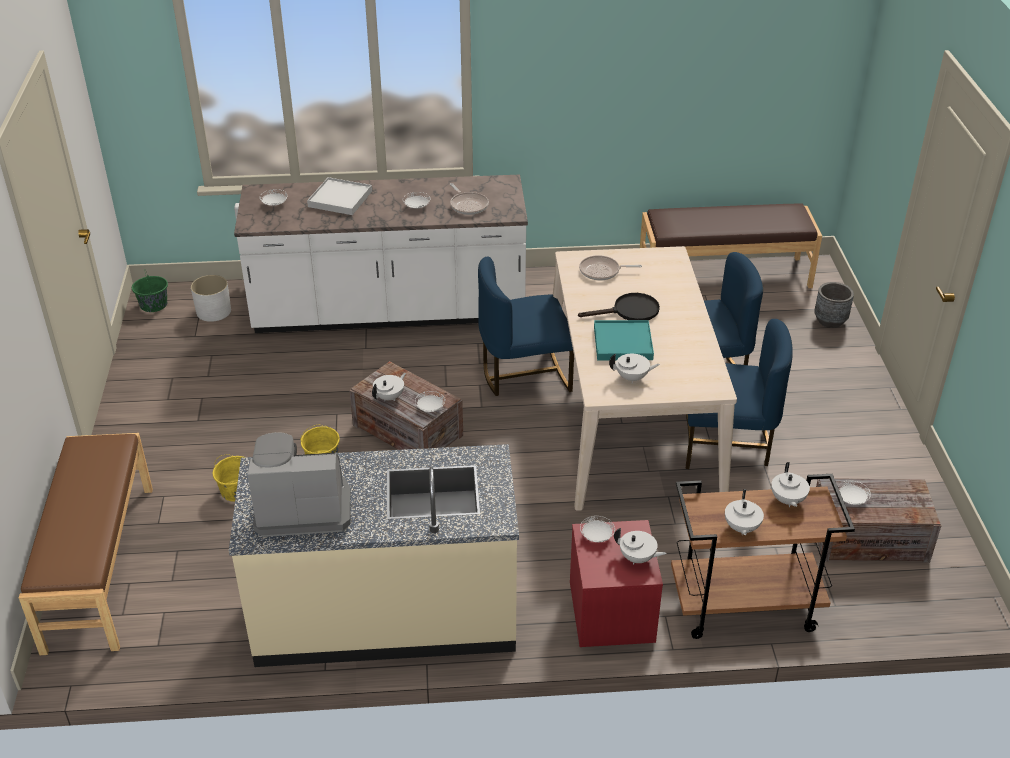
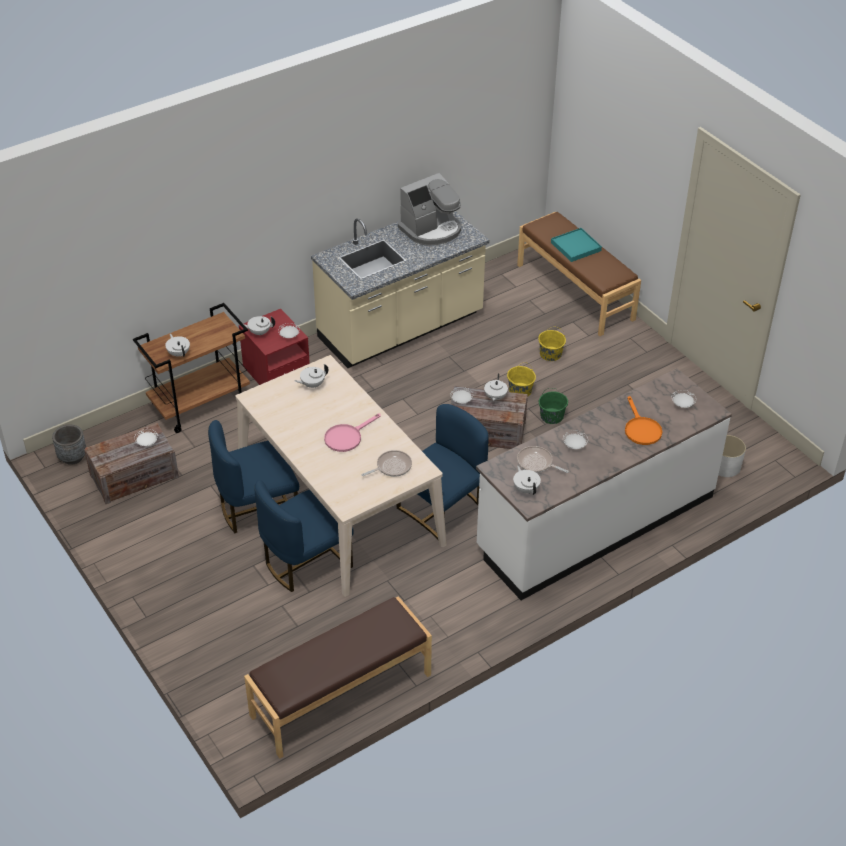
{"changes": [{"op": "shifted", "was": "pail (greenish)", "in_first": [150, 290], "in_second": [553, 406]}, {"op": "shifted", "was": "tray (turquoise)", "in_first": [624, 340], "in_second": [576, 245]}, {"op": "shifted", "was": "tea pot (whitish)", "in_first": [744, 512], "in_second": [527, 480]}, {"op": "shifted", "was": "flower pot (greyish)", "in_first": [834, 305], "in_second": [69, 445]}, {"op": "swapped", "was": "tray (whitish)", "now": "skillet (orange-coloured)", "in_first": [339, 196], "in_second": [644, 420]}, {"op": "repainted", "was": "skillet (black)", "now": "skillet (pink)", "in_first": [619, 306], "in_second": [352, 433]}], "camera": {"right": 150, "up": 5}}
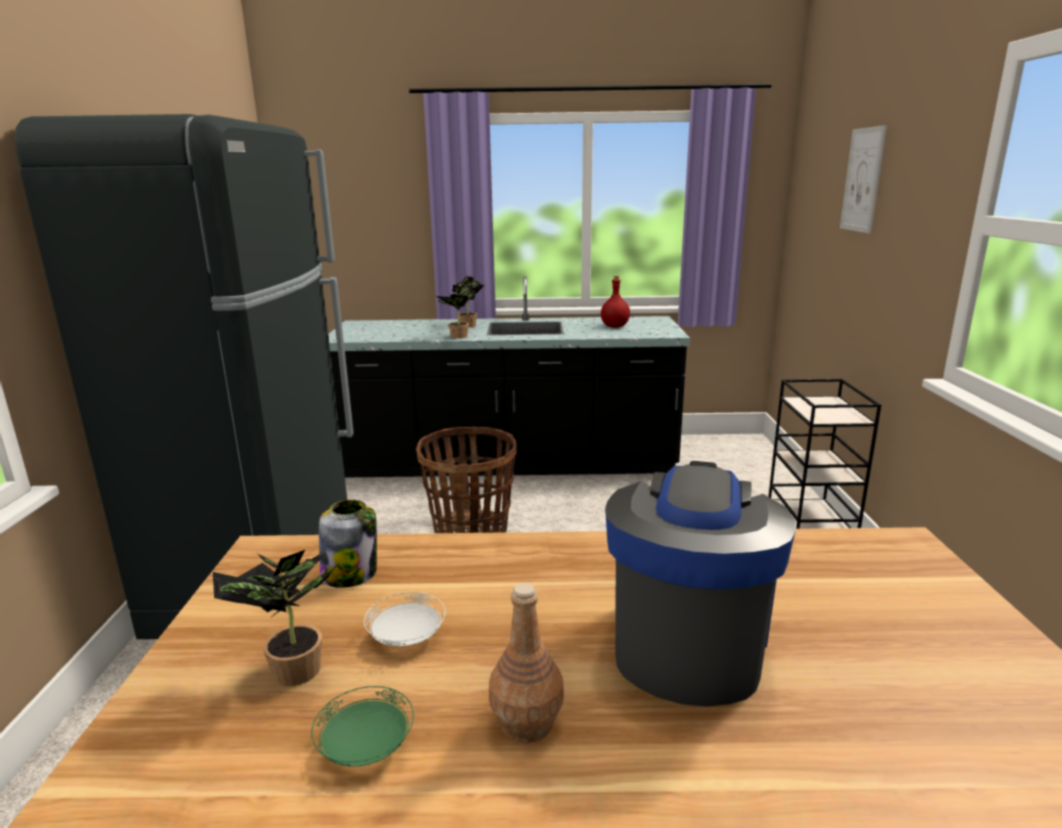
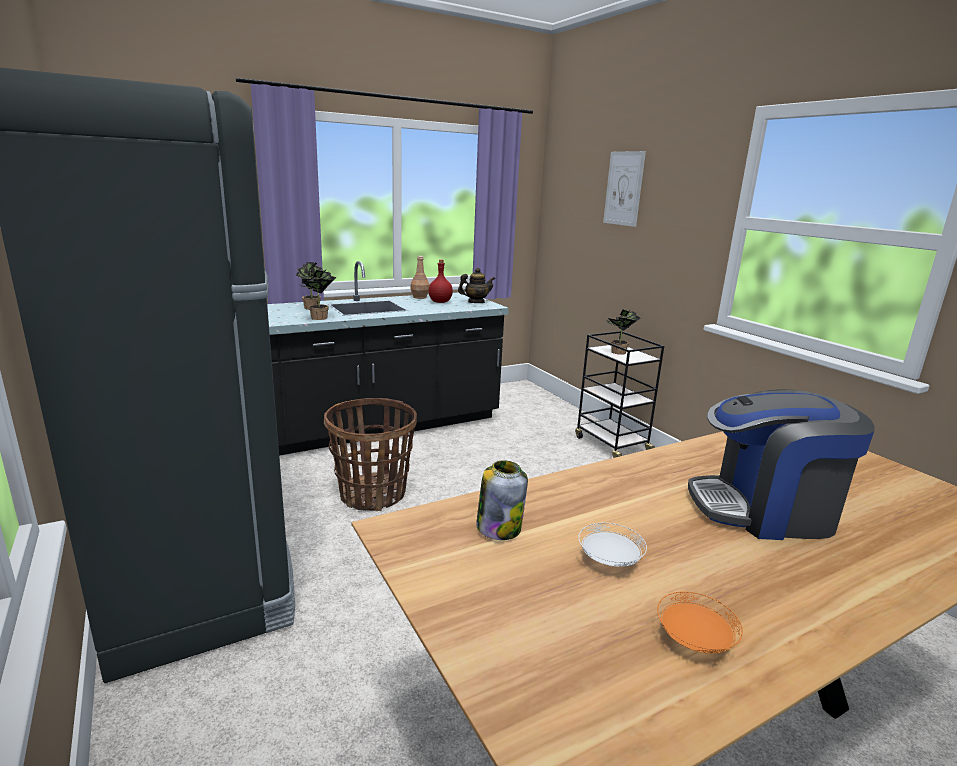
{"changes": [{"op": "new", "now": "tea pot", "in_second": [476, 285]}, {"op": "shifted", "was": "potted plant", "in_first": [276, 618], "in_second": [623, 332]}, {"op": "shifted", "was": "beverage bottle (brown-coloured)", "in_first": [526, 663], "in_second": [420, 277]}, {"op": "repainted", "was": "flat dish (greenish)", "now": "flat dish (orange-coloured)", "in_first": [362, 726], "in_second": [700, 623]}, {"op": "rotated", "was": "coffee machine", "in_first": [700, 584], "in_second": [781, 464], "clockwise": -75}], "camera": {"right": -30, "up": 0}}
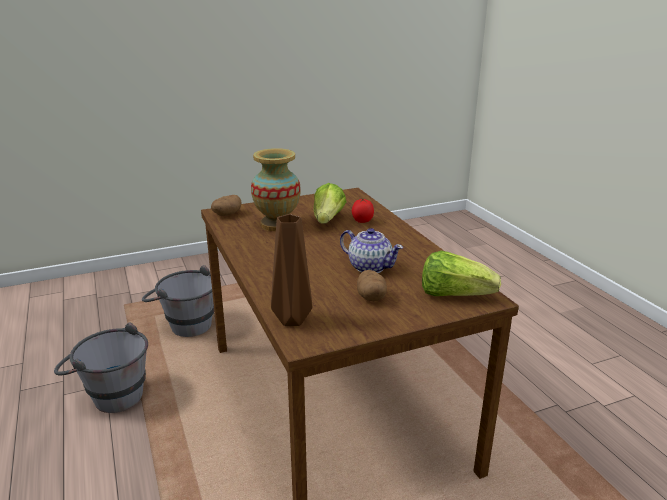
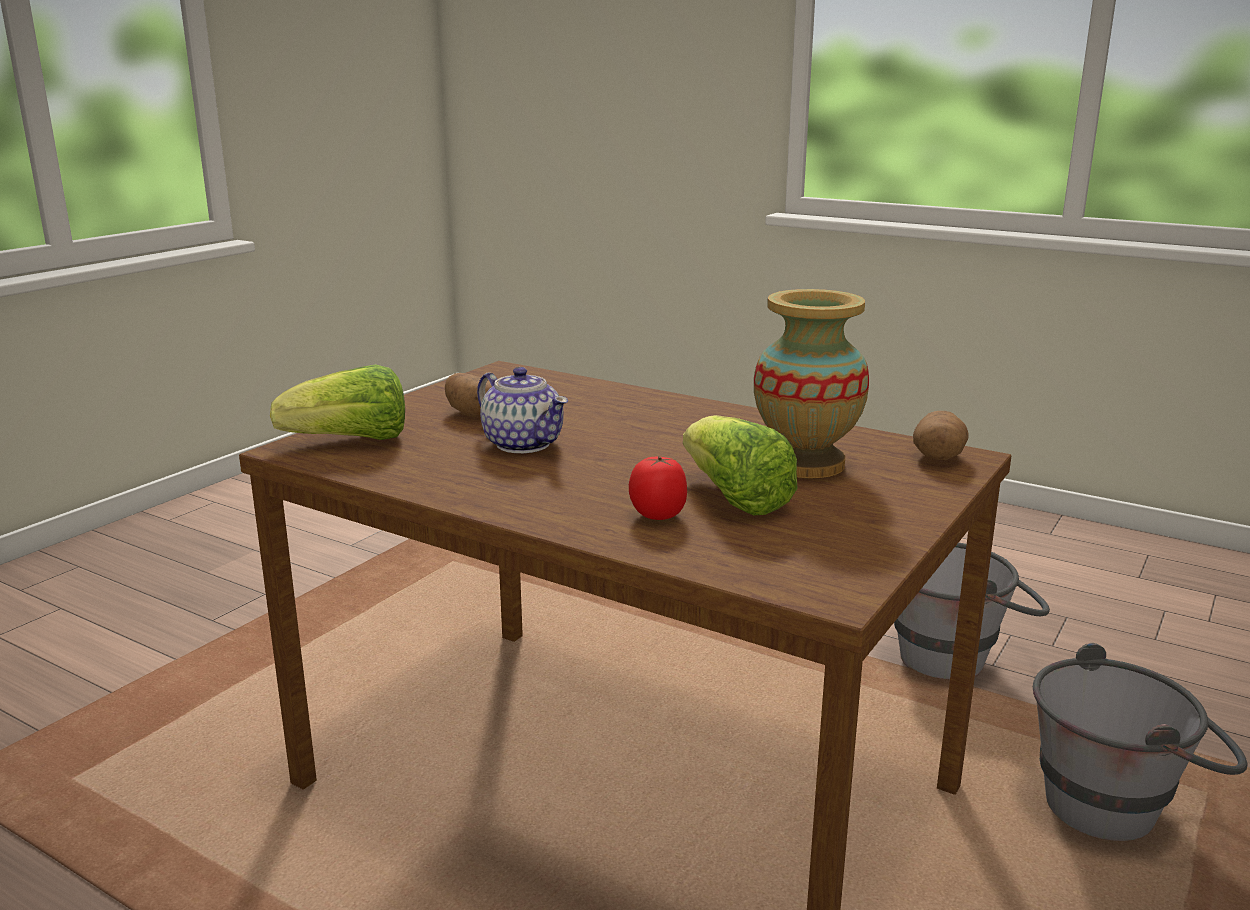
{"changes": [{"op": "gone", "was": "vase (brown-coloured)", "in_first": [291, 270]}, {"op": "rotated", "was": "tea pot", "in_first": [371, 250], "in_second": [522, 410], "clockwise": -135}], "camera": {"right": 145, "up": -5}}
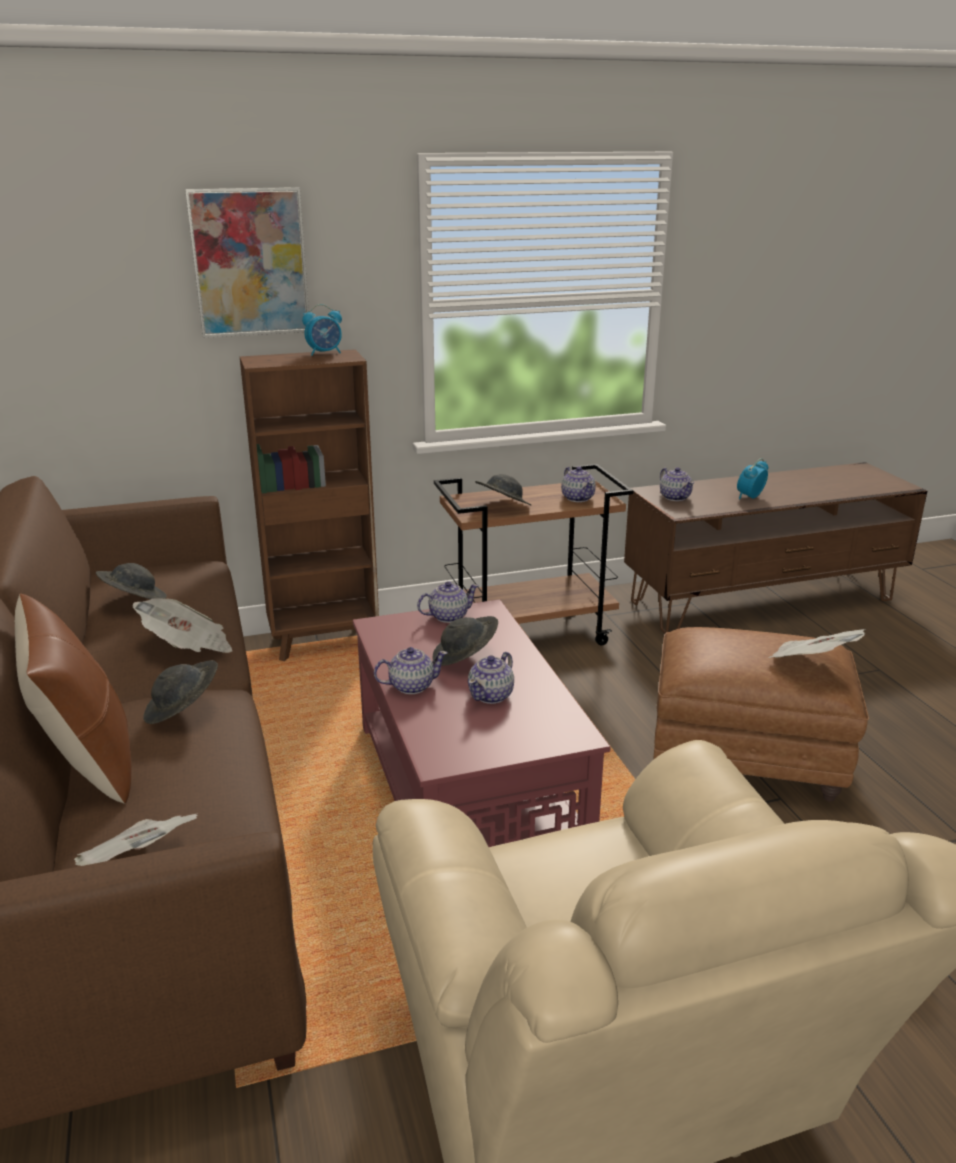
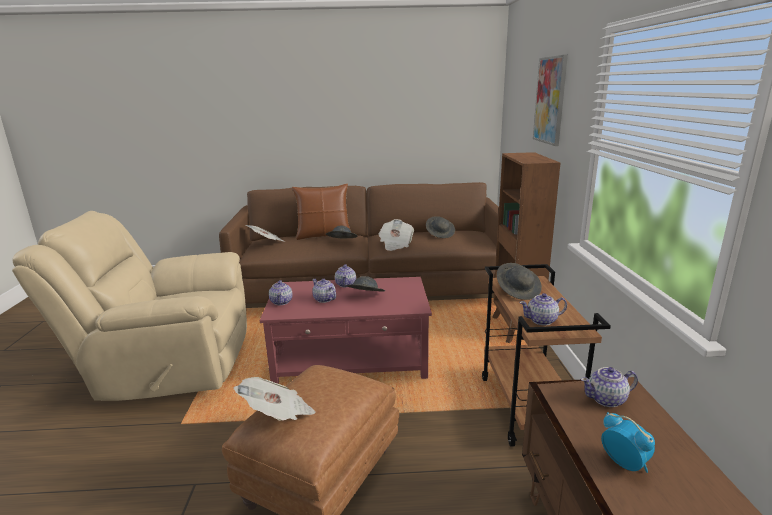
{"changes": [{"op": "gone", "was": "table clock", "in_first": [322, 330]}, {"op": "shifted", "was": "tea pot", "in_first": [448, 602], "in_second": [280, 292]}], "camera": {"right": 105, "up": -5}}
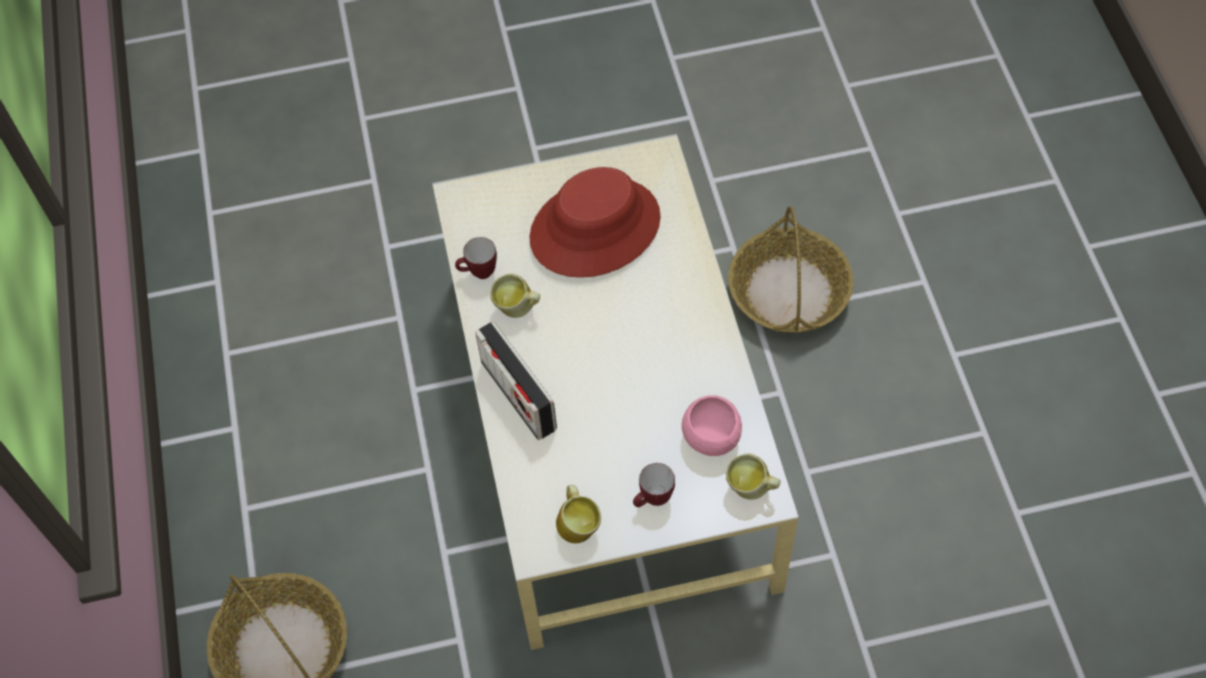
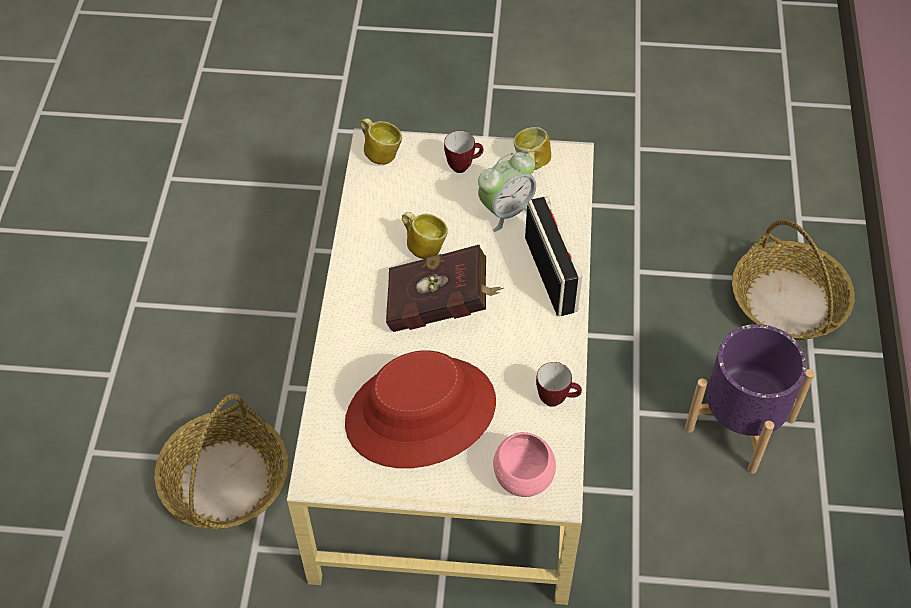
{"changes": [{"op": "new", "now": "book (red)", "in_second": [445, 288]}, {"op": "new", "now": "table clock", "in_second": [507, 192]}, {"op": "new", "now": "flower pot (purple-coloured)", "in_second": [750, 399]}, {"op": "shifted", "was": "coffee mug", "in_first": [515, 296], "in_second": [425, 235]}, {"op": "shifted", "was": "deep dish (pink)", "in_first": [712, 425], "in_second": [524, 464]}], "camera": {"right": -165, "up": -5}}
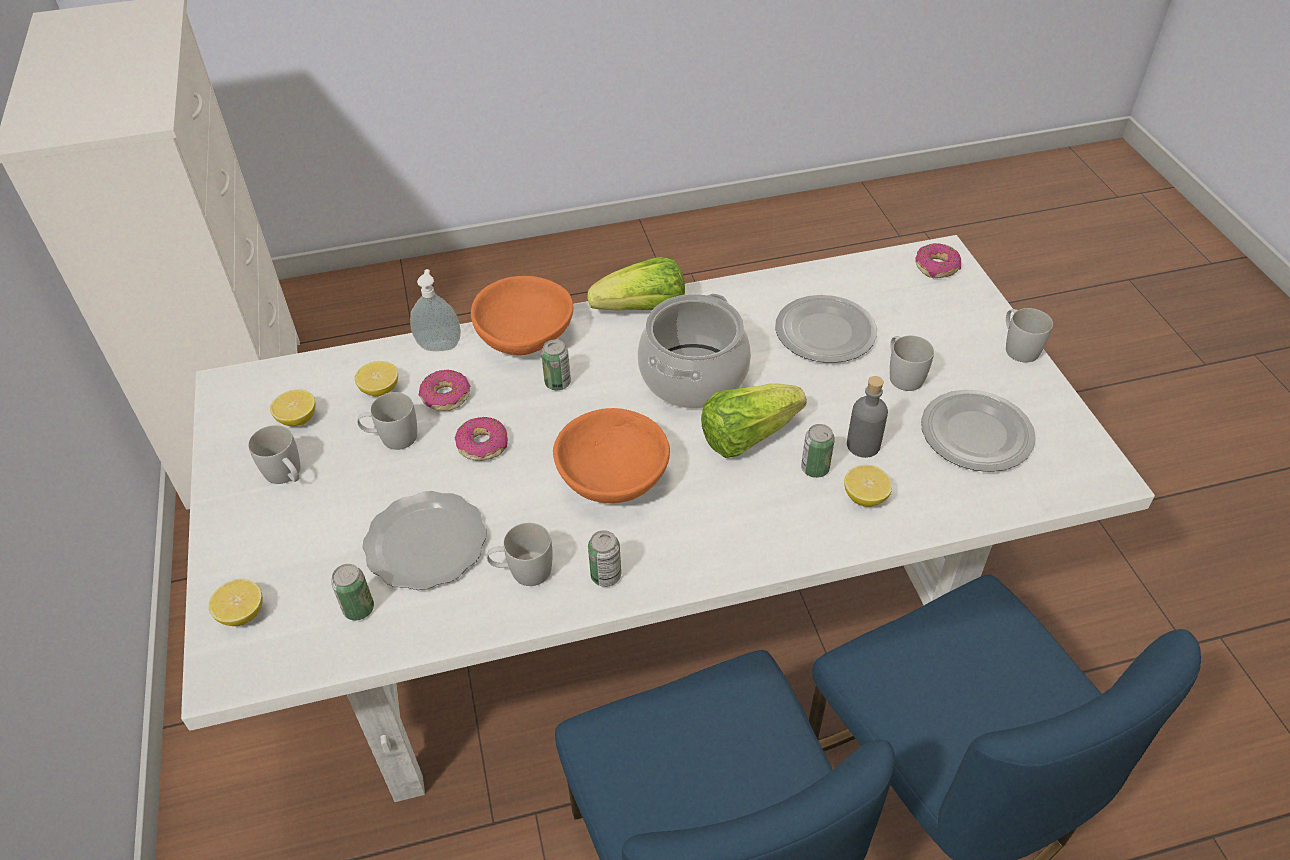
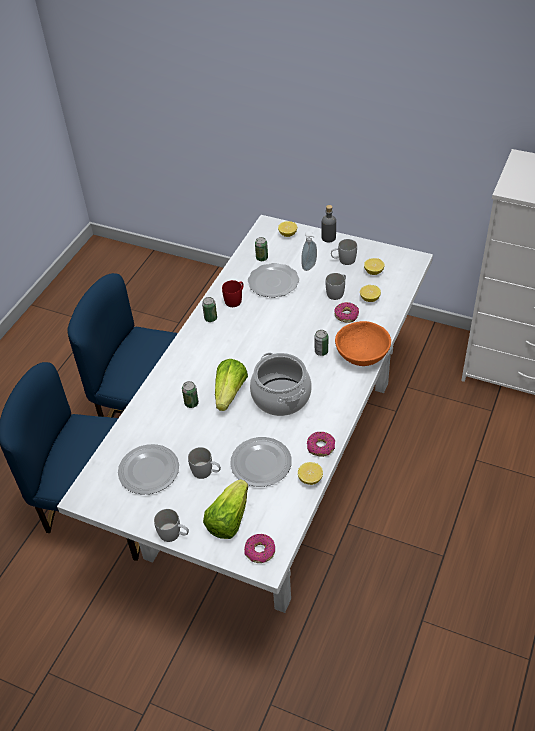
{"changes": [{"op": "gone", "was": "deep dish (orange-coloured)", "in_first": [611, 455]}, {"op": "shifted", "was": "liquid soap bottle", "in_first": [435, 310], "in_second": [309, 251]}, {"op": "shifted", "was": "doughnut", "in_first": [481, 439], "in_second": [321, 444]}, {"op": "shifted", "was": "lettuce head", "in_first": [636, 284], "in_second": [225, 509]}, {"op": "shifted", "was": "whole lemon", "in_first": [868, 486], "in_second": [310, 473]}, {"op": "shifted", "was": "beverage bottle (greyish)", "in_first": [867, 417], "in_second": [328, 223]}, {"op": "repainted", "was": "coffee mug (whitish)", "now": "coffee mug (red)", "in_first": [520, 554], "in_second": [233, 293]}], "camera": {"right": 130, "up": 0}}
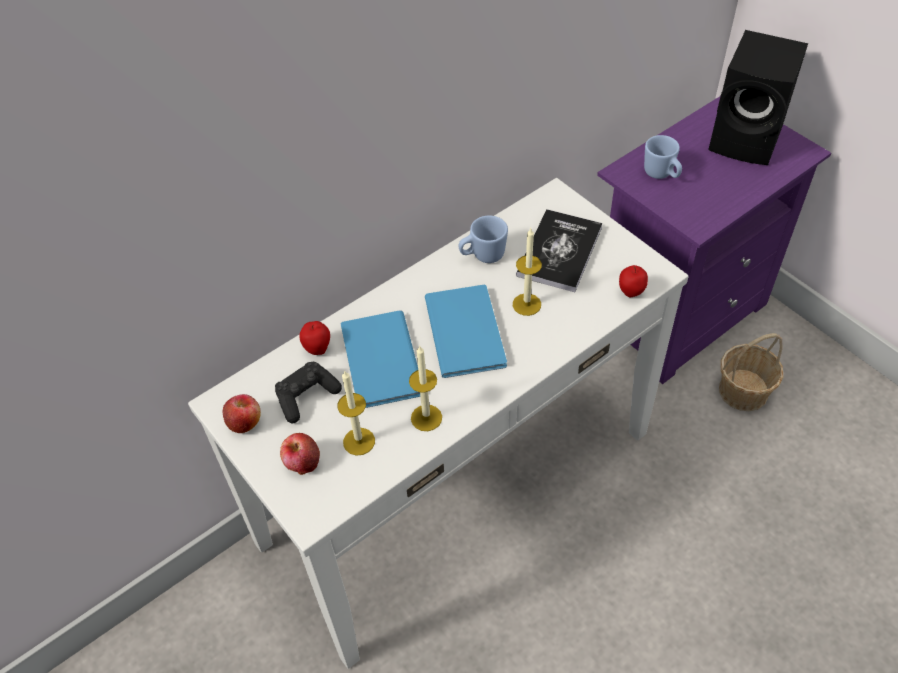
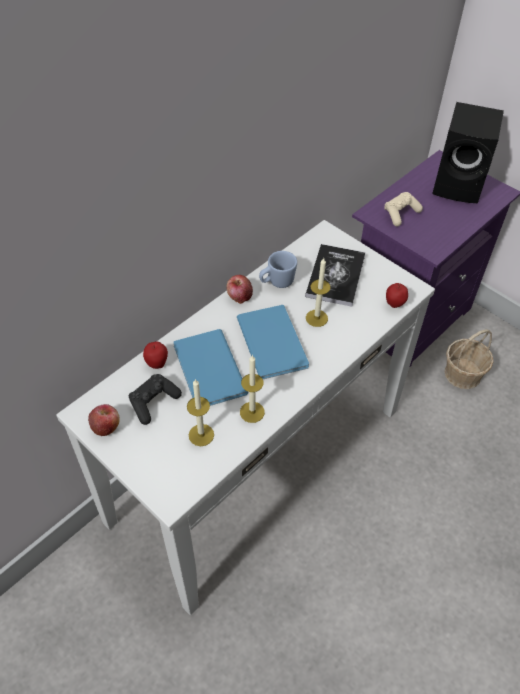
{"changes": [{"op": "shifted", "was": "apple", "in_first": [300, 454], "in_second": [239, 289]}, {"op": "swapped", "was": "coffee mug (blue)", "now": "joypad (beige-coloured)", "in_first": [663, 157], "in_second": [403, 209]}], "camera": {"right": -10, "up": 0}}
